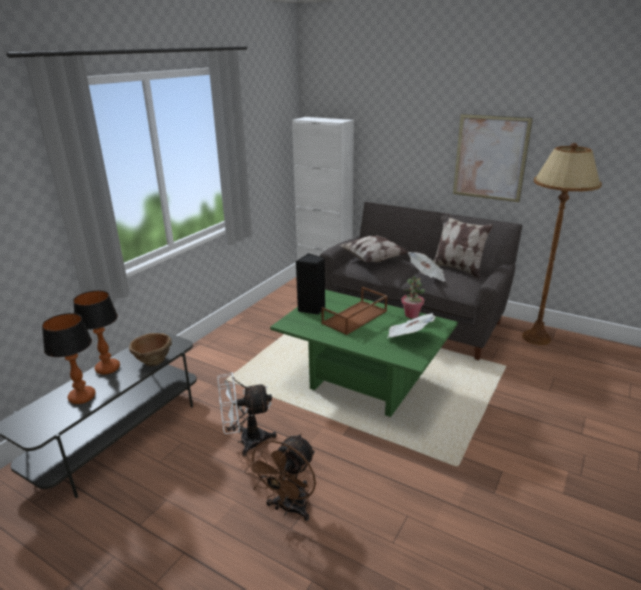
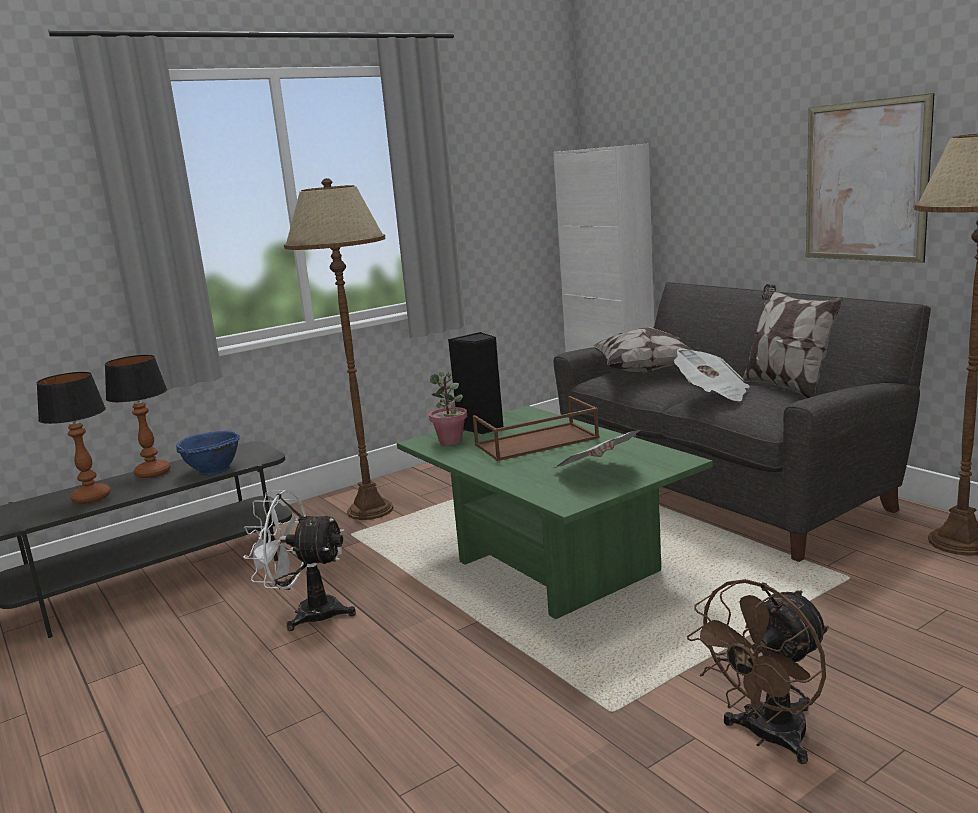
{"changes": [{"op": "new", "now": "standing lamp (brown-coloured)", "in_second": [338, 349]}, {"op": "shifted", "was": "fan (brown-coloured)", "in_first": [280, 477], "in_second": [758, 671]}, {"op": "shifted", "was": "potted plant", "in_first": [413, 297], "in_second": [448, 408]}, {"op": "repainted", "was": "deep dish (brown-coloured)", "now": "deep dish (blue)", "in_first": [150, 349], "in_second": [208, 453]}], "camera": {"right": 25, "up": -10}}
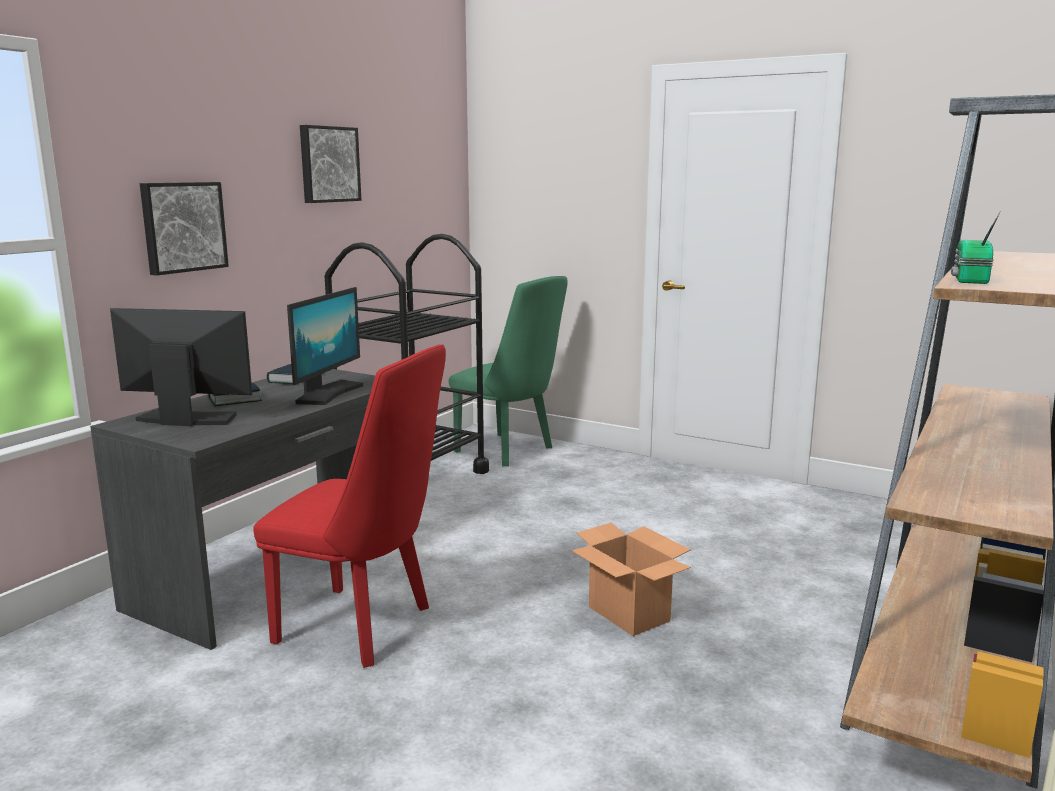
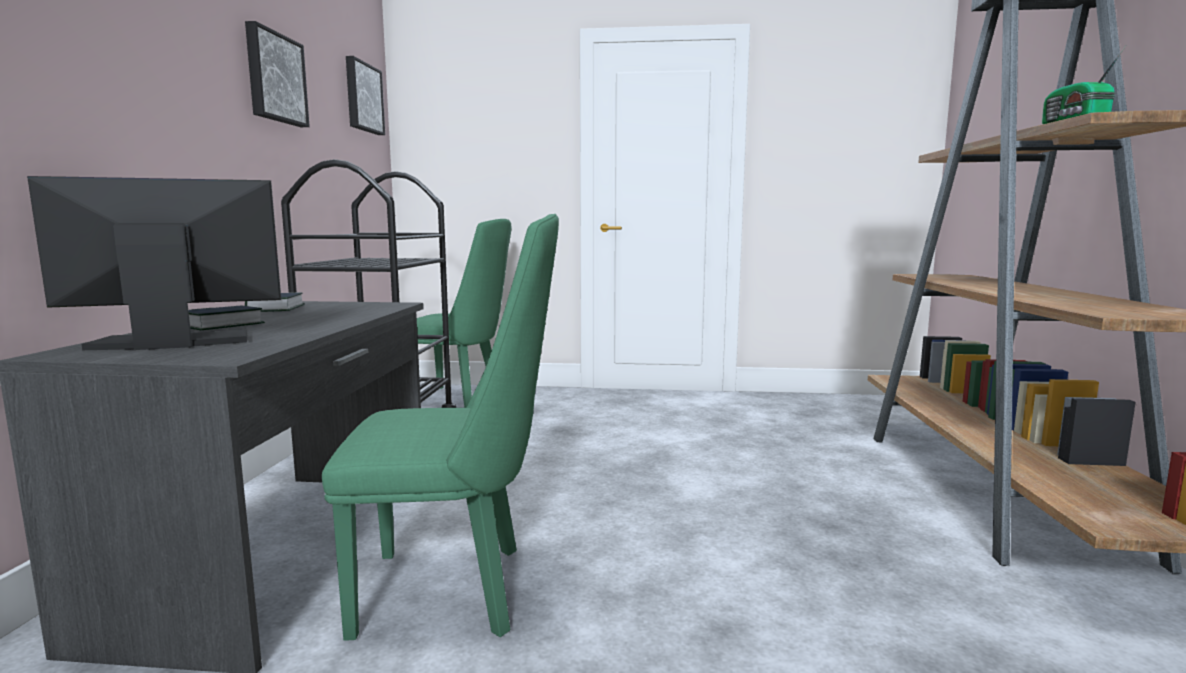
{"changes": [{"op": "gone", "was": "computer display", "in_first": [325, 346]}, {"op": "gone", "was": "packing box", "in_first": [631, 579]}, {"op": "shifted", "was": "picture", "in_first": [184, 228], "in_second": [365, 95]}, {"op": "repainted", "was": "upright chair (red)", "now": "upright chair (greenish)", "in_first": [349, 506], "in_second": [440, 427]}], "camera": {"right": -25, "up": -5}}
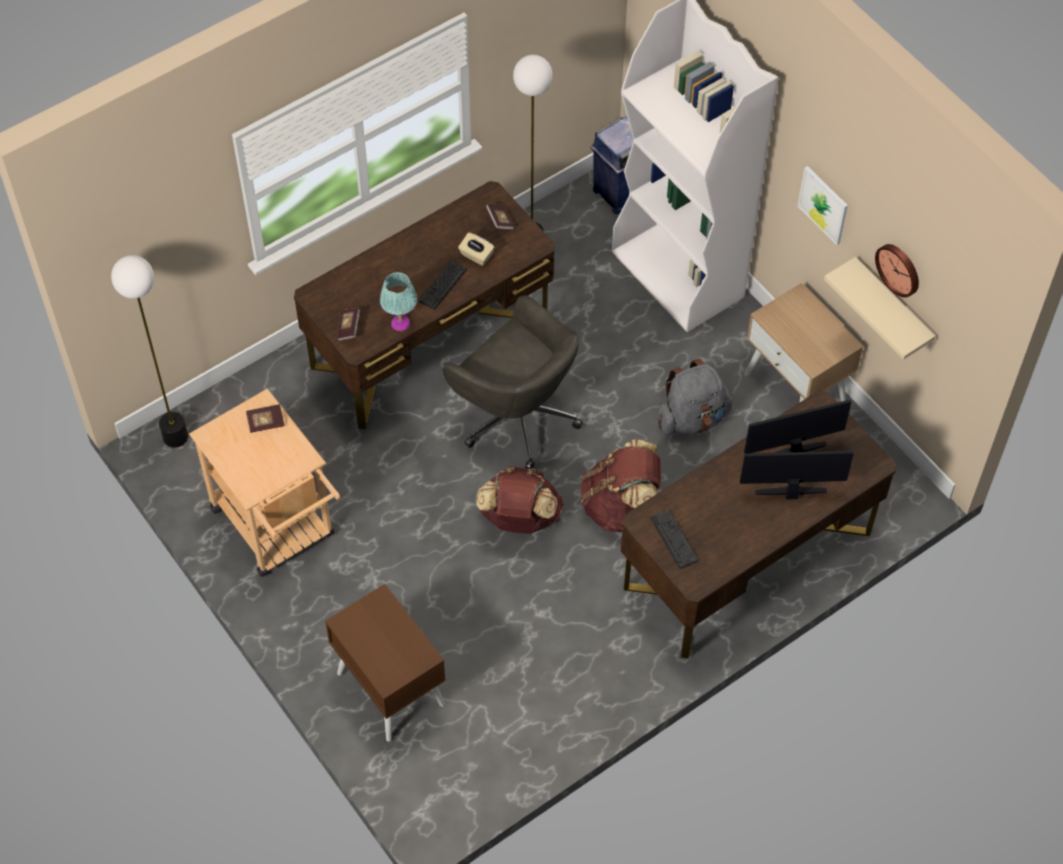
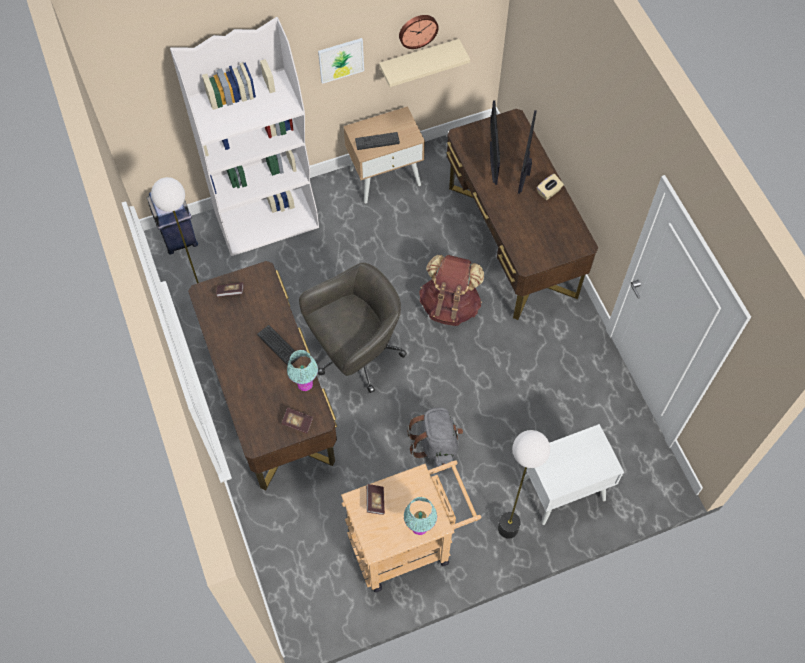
{"changes": [{"op": "gone", "was": "rucksack (brown-coloured)", "in_first": [520, 500]}, {"op": "new", "now": "table lamp (turquoise)", "in_second": [420, 516]}, {"op": "shifted", "was": "standing lamp", "in_first": [149, 351], "in_second": [524, 484]}, {"op": "shifted", "was": "tissue box (beige-coloured)", "in_first": [476, 249], "in_second": [550, 187]}, {"op": "shifted", "was": "keyboard", "in_first": [674, 539], "in_second": [377, 141]}, {"op": "shifted", "was": "rucksack (greyish)", "in_first": [694, 397], "in_second": [435, 439]}, {"op": "repainted", "was": "bedside table (brown-coloured)", "now": "bedside table (whitish)", "in_first": [385, 663], "in_second": [573, 474]}], "camera": {"right": -75, "up": 5}}
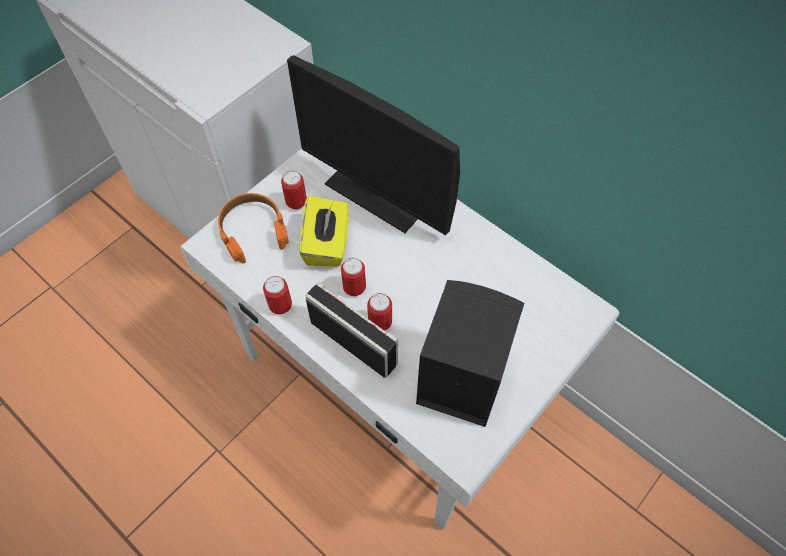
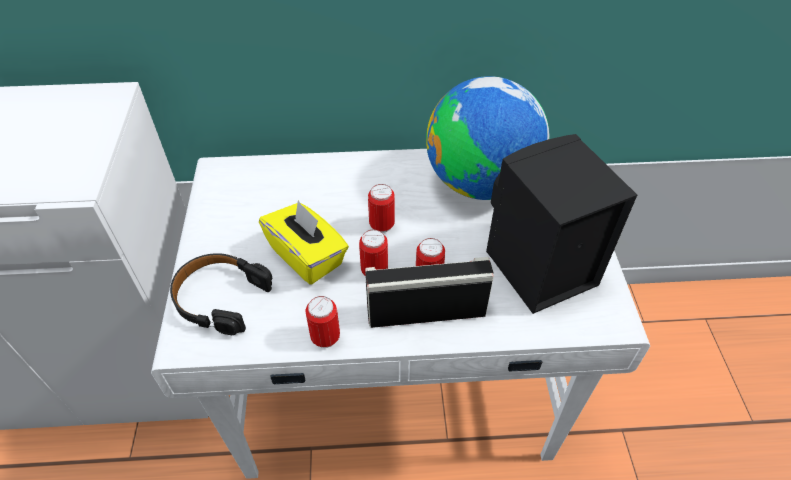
{"changes": [{"op": "gone", "was": "computer display", "in_first": [373, 145]}, {"op": "new", "now": "world globe", "in_second": [487, 138]}, {"op": "shifted", "was": "can", "in_first": [294, 190], "in_second": [381, 208]}, {"op": "repainted", "was": "headset (orange-coloured)", "now": "headset (black)", "in_first": [253, 228], "in_second": [221, 294]}], "camera": {"right": -45, "up": -10}}
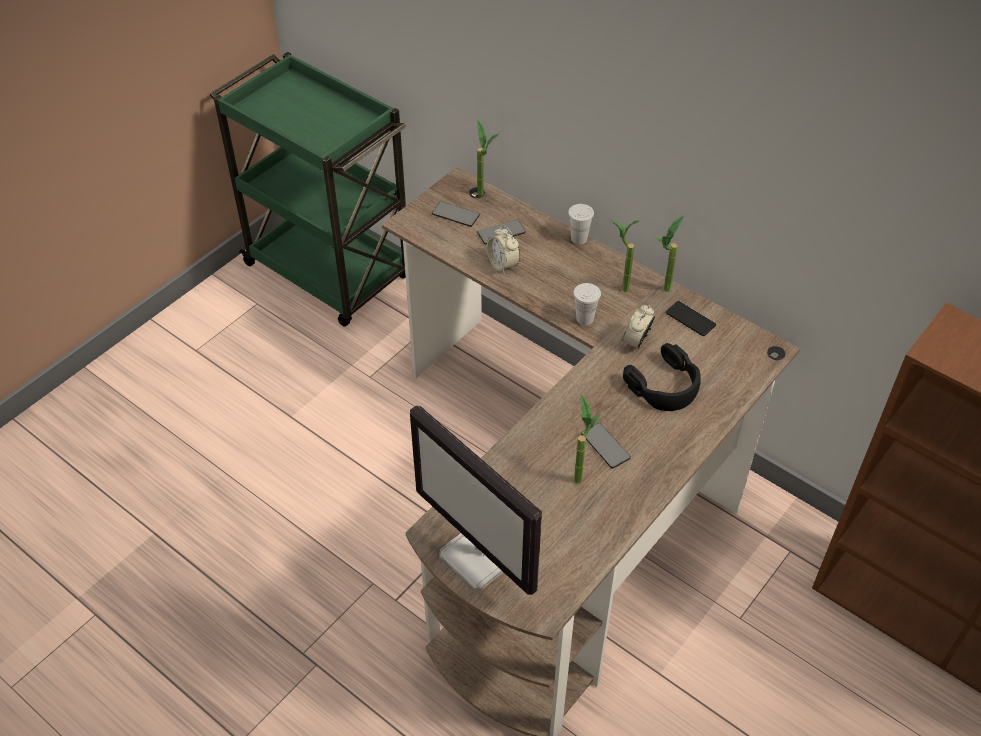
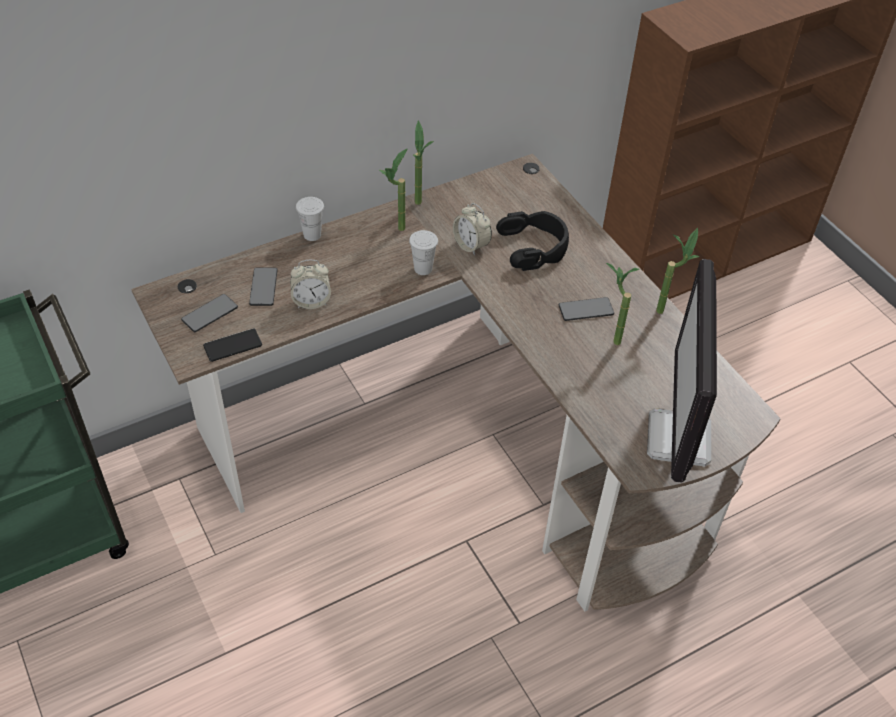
{"changes": [{"op": "shifted", "was": "potted plant", "in_first": [488, 157], "in_second": [677, 271]}, {"op": "shifted", "was": "telephone", "in_first": [691, 318], "in_second": [232, 345]}, {"op": "rotated", "was": "computer display", "in_first": [476, 500], "in_second": [682, 371], "clockwise": 120}], "camera": {"right": -70, "up": 0}}
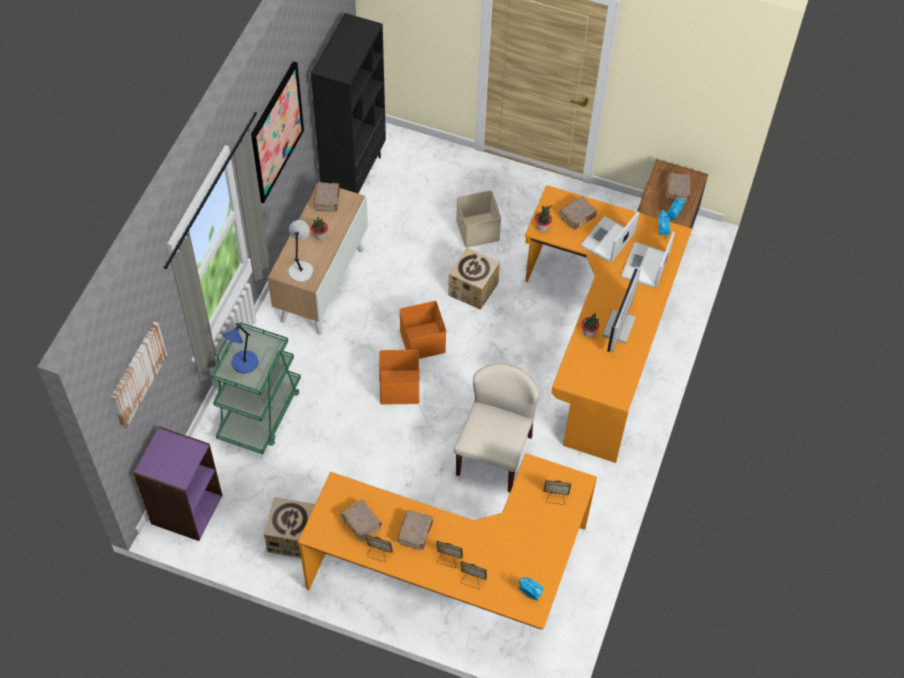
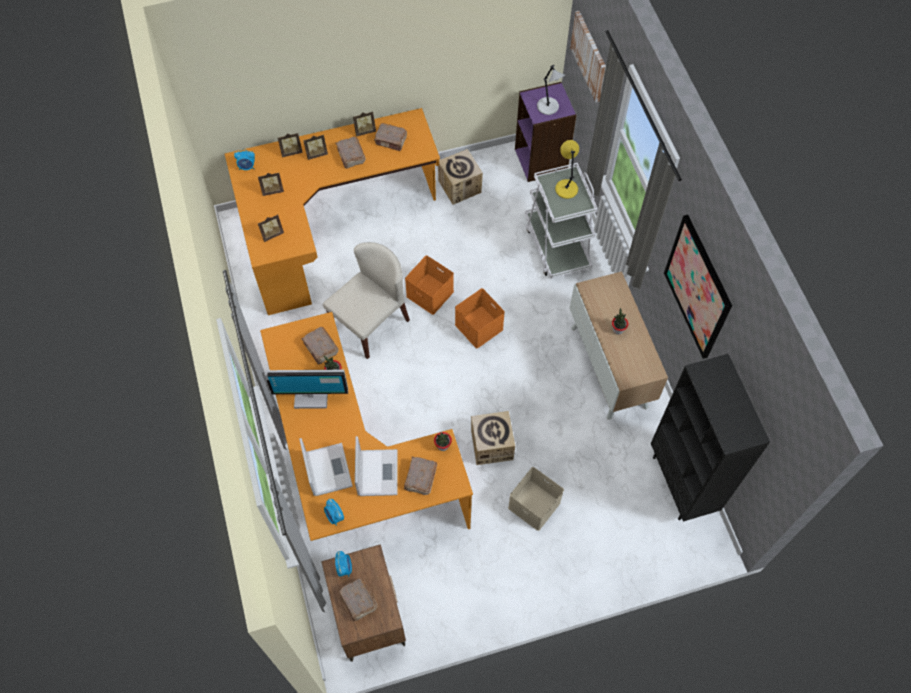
{"changes": [{"op": "new", "now": "photo frame", "in_second": [271, 184]}, {"op": "shifted", "was": "table lamp (greyish)", "in_first": [301, 251], "in_second": [551, 90]}, {"op": "shifted", "was": "book (brown-coloured)", "in_first": [326, 197], "in_second": [320, 345]}, {"op": "shifted", "was": "storage bin (orange-coloured)", "in_first": [423, 330], "in_second": [429, 285]}, {"op": "repainted", "was": "wheeled cart (greenish)", "now": "wheeled cart (whitish)", "in_first": [256, 388], "in_second": [561, 221]}, {"op": "repainted", "was": "table lamp (blue)", "now": "table lamp (yellow)", "in_first": [240, 348], "in_second": [567, 169]}, {"op": "rotated", "was": "upright chair (beige-coloured)", "in_first": [496, 428], "in_second": [366, 300], "clockwise": -120}, {"op": "rotated", "was": "computer display", "in_first": [621, 309], "in_second": [306, 389], "clockwise": 105}], "camera": {"right": 145, "up": 5}}
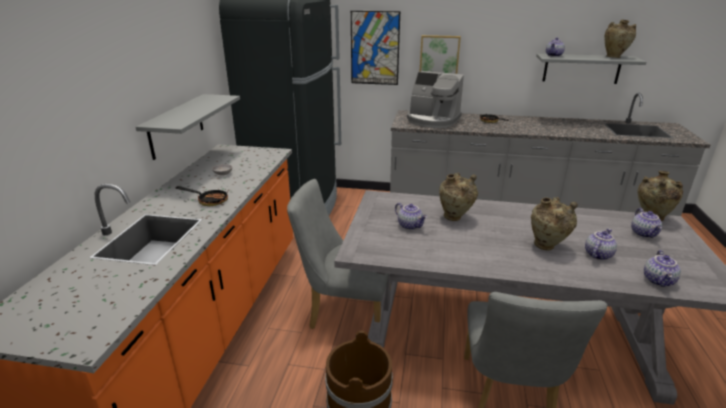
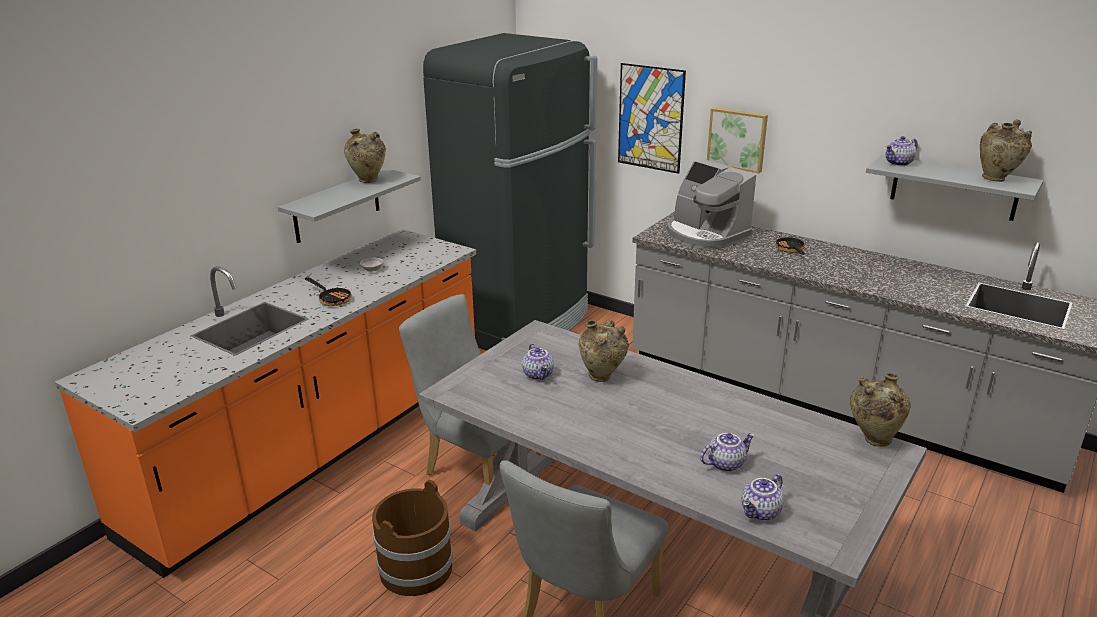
{"changes": [{"op": "gone", "was": "tea pot", "in_first": [646, 223]}, {"op": "shifted", "was": "vase (beige-coloured)", "in_first": [554, 224], "in_second": [365, 156]}], "camera": {"right": 25, "up": 0}}
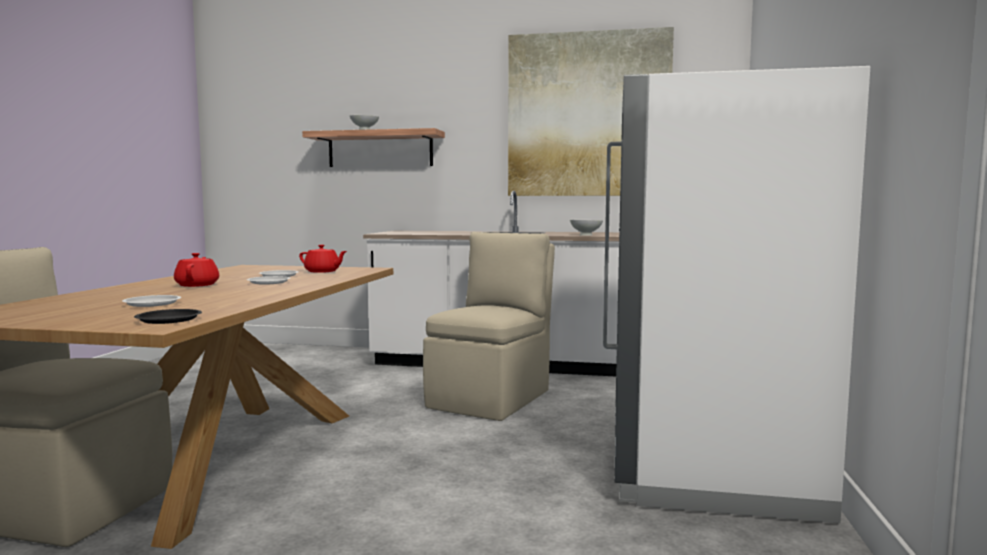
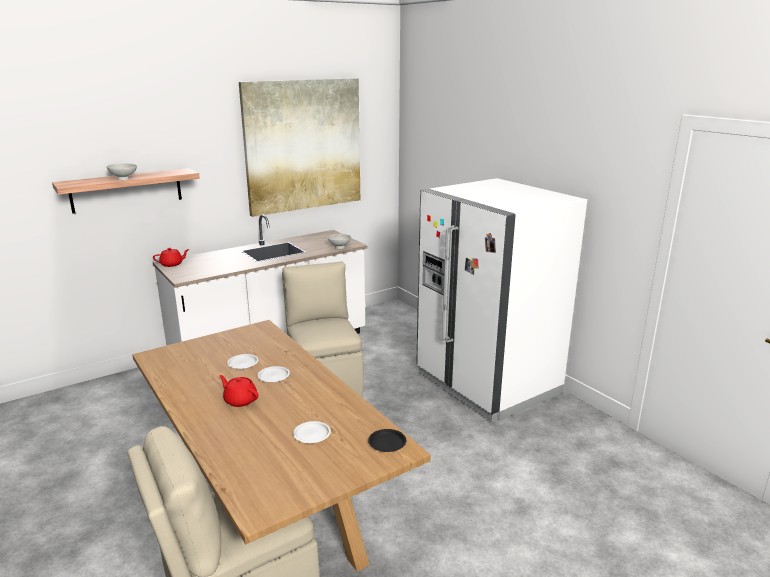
{"changes": [{"op": "shifted", "was": "tea pot (red)", "in_first": [323, 259], "in_second": [171, 257]}], "camera": {"right": -45, "up": 15}}
